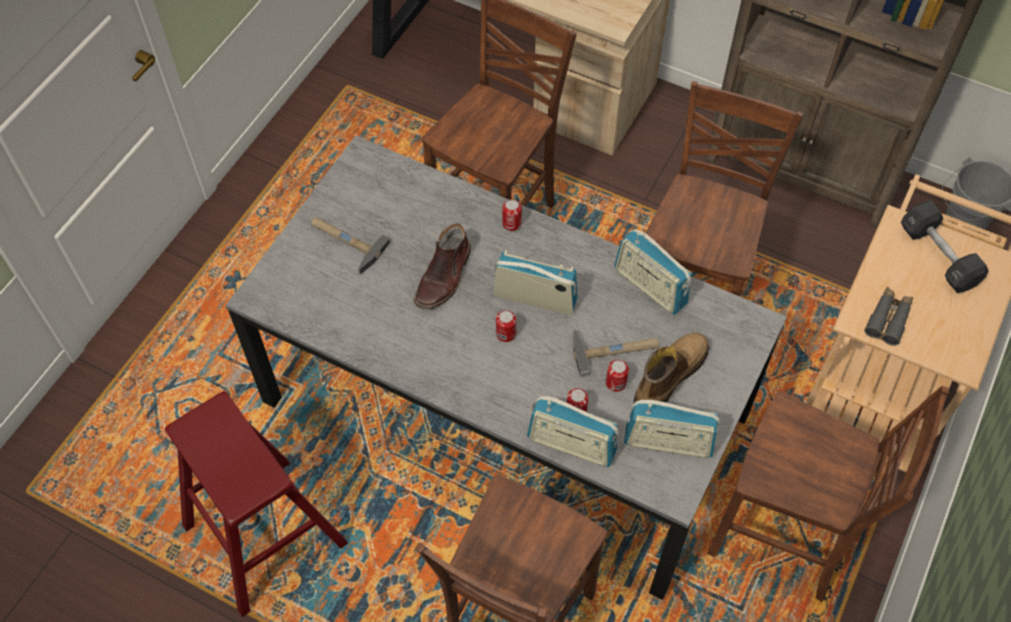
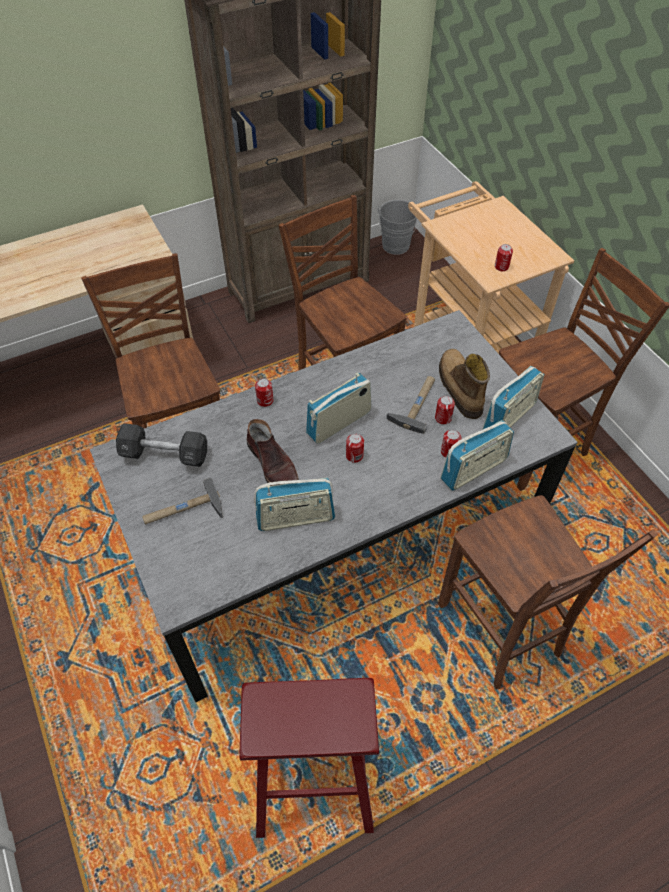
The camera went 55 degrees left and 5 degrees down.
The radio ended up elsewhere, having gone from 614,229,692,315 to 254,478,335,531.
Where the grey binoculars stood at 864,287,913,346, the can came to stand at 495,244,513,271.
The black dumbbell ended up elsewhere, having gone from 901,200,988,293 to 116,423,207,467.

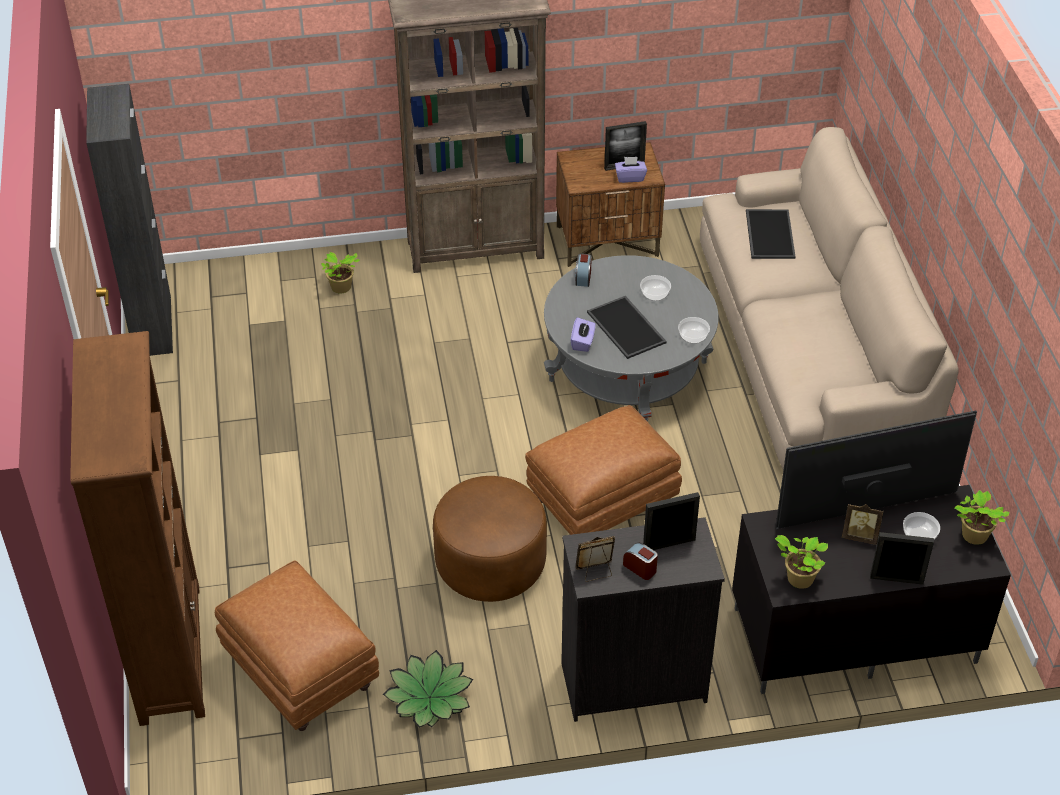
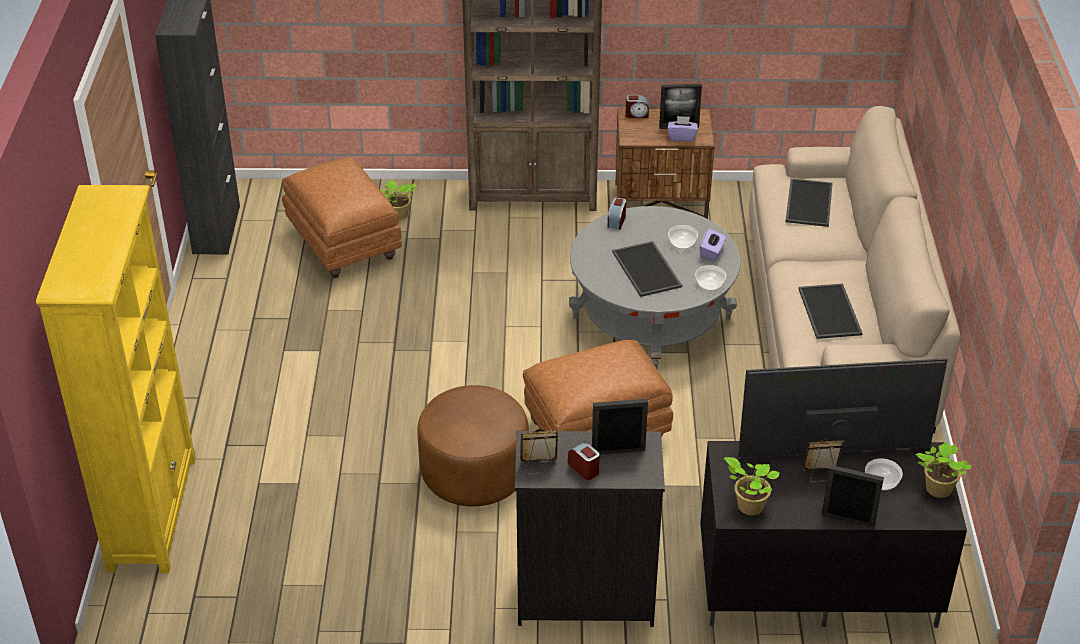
The camera went 10 degrees right and 5 degrees down.
What was the brown bookcase at 70,331,205,726 turned into the yellow bookcase at 36,185,196,573.
The brown ottoman ended up elsewhere, having gone from 215,561,379,731 to 282,157,402,278.
The second view lost the potted plant at 383,650,473,728.
The purple tissue box ended up elsewhere, having gone from 571,318,596,352 to 700,229,726,261.
The picture frame at 842,503,884,545 ended up facing another way, 150 degrees clockwise from before.
The second view gained the alarm clock at 626,95,649,118.
The second view gained the tray at 798,284,863,339.

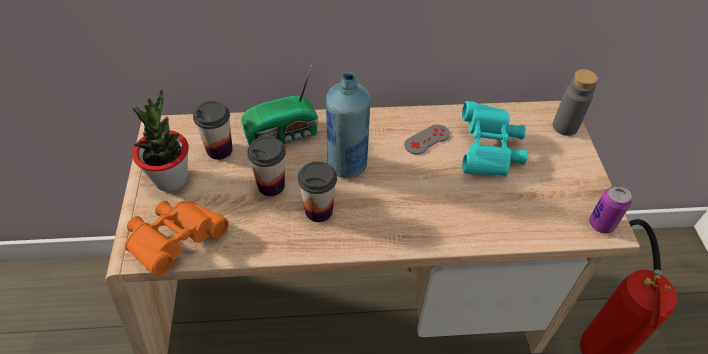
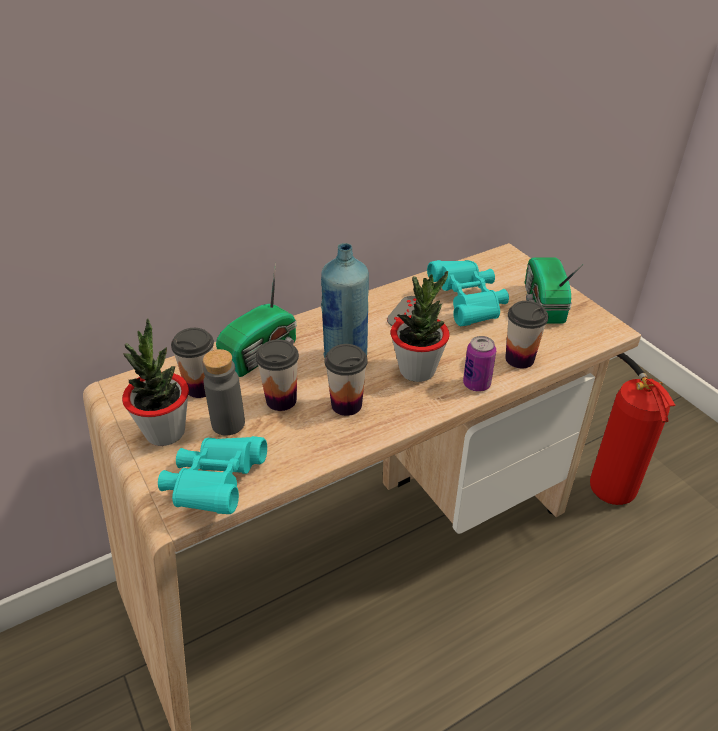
The camera went 25 degrees left and 10 degrees down.
What was the orange binoculars at 124,201,229,276 turned into the turquoise binoculars at 158,436,267,514.
The grey bottle ended up elsewhere, having gone from 553,69,598,136 to 203,349,245,436.
The can ended up elsewhere, having gone from 589,185,632,233 to 463,336,496,392.
The second view gained the potted plant at 391,271,450,382.
The second view gained the cup at 505,301,548,369.
The second view gained the radio at 525,257,583,324.

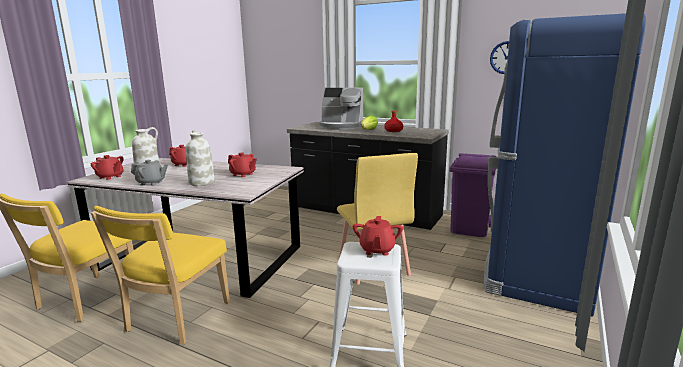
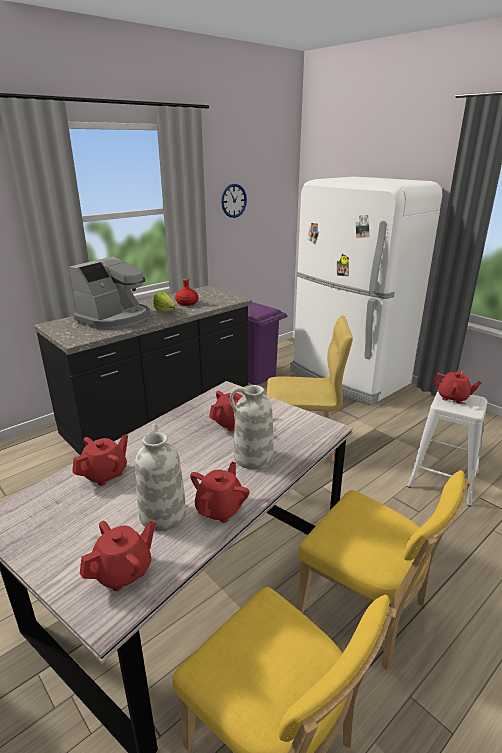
The camera went 70 degrees left and 10 degrees up.
What was the grey teapot at 131,160,168,186 turned into the red teapot at 190,462,250,523.
What was the blue fridge at 484,13,646,316 turned into the white fridge at 290,177,442,405.

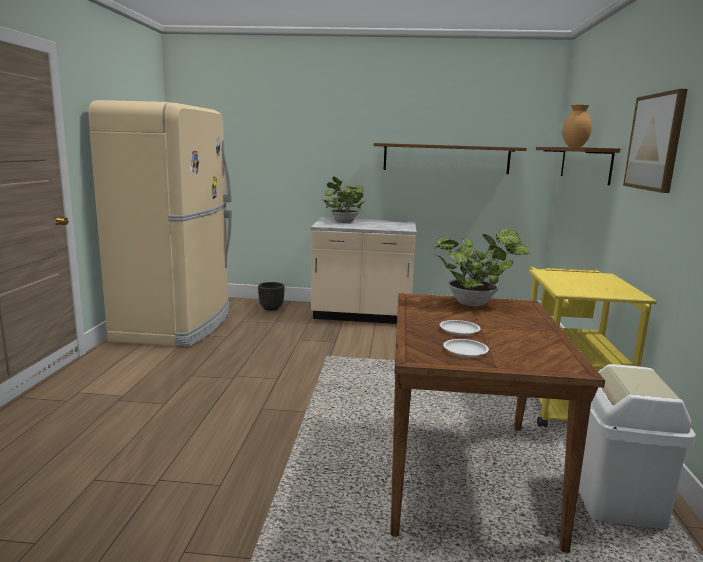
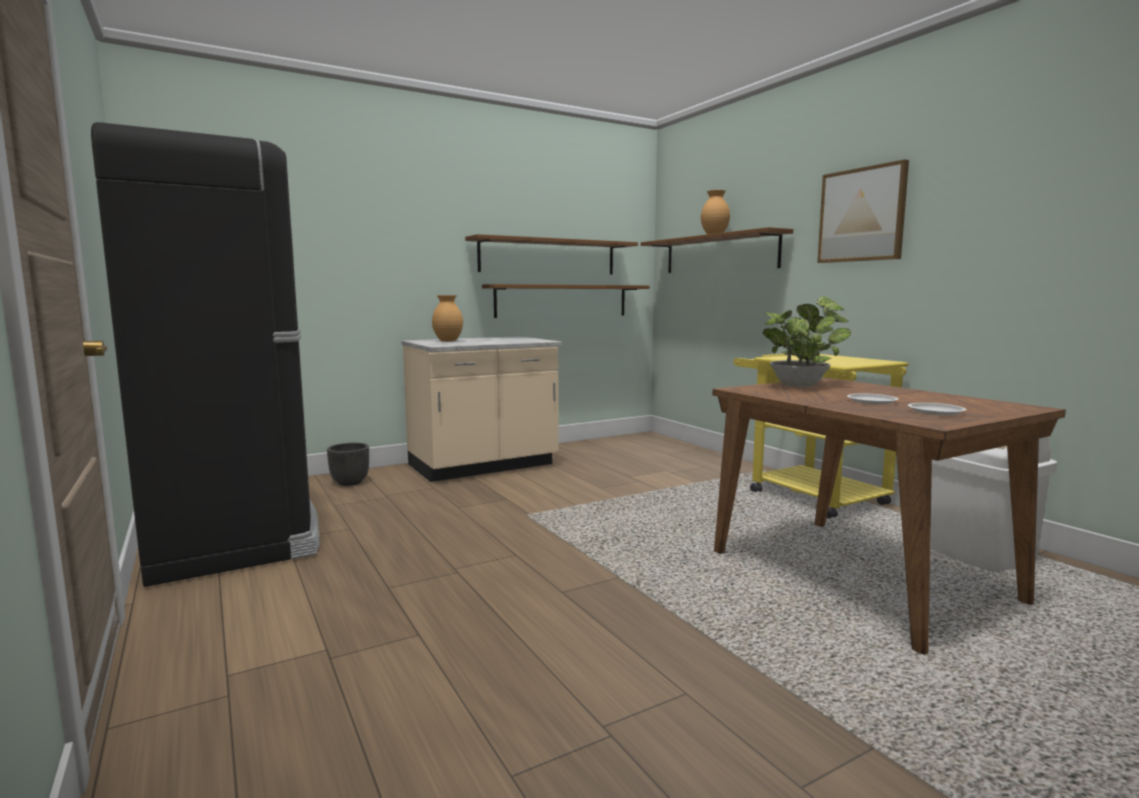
The camera went 35 degrees left and 5 degrees down.
What was the beige fridge at 88,100,232,347 turned into the black fridge at 91,122,319,587.
Where the potted plant stood at 322,177,365,223, the brown vase came to stand at 432,295,463,342.
The second view gained the brown shelf at 482,284,650,318.

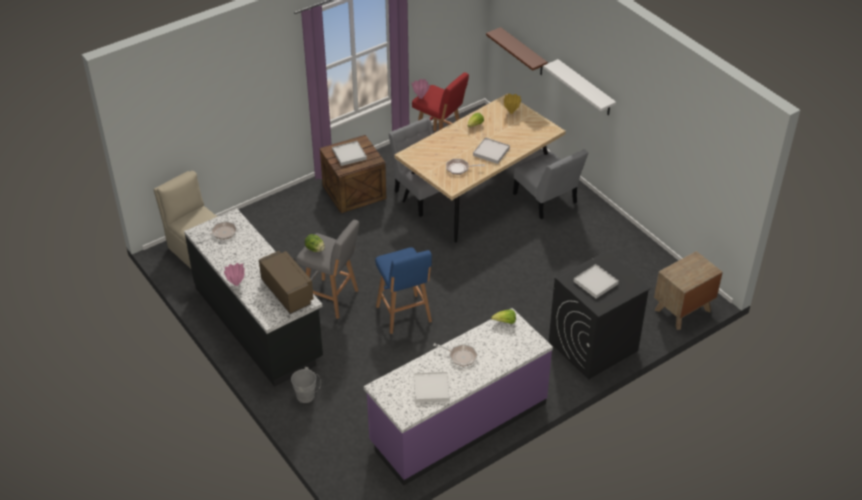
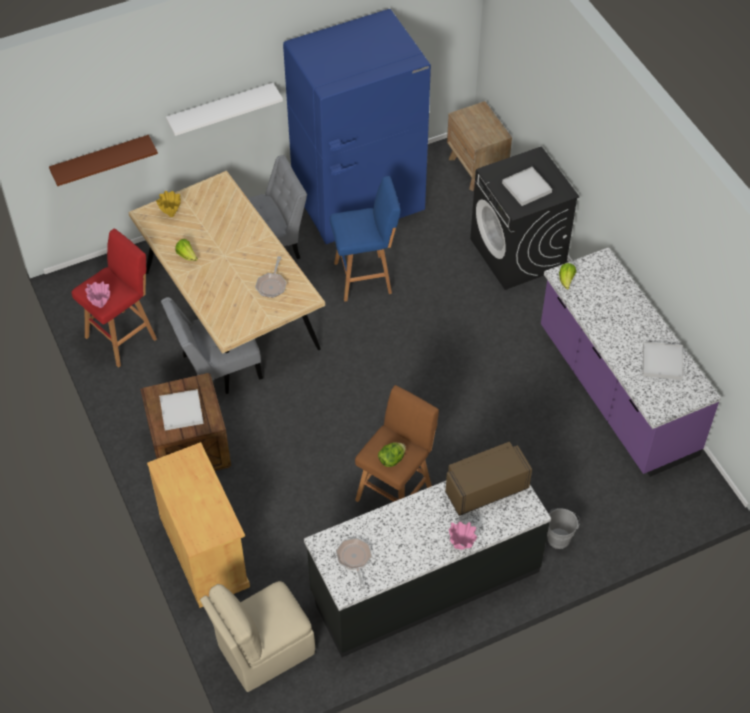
The camera went 80 degrees left and 10 degrees up.
What was the grey stool at 297,220,359,319 turned into the brown stool at 355,385,439,502.
The blue stool ended up elsewhere, having gone from 375,247,432,334 to 330,176,401,302.
The second view lost the frying pan at 433,343,478,367.
The second view lost the white tray at 473,137,510,164.
The second view gained the beige cabinet at 147,442,250,608.
The second view gained the blue fridge at 283,9,431,244.

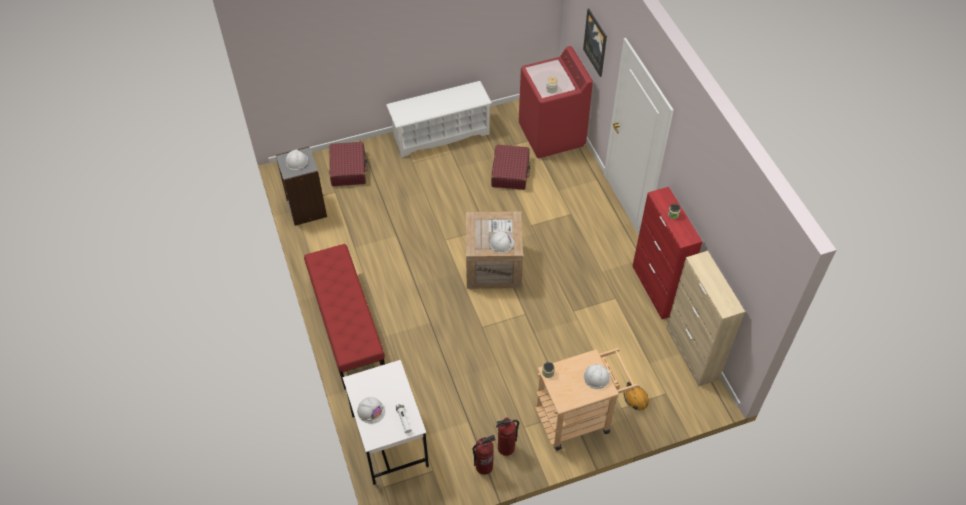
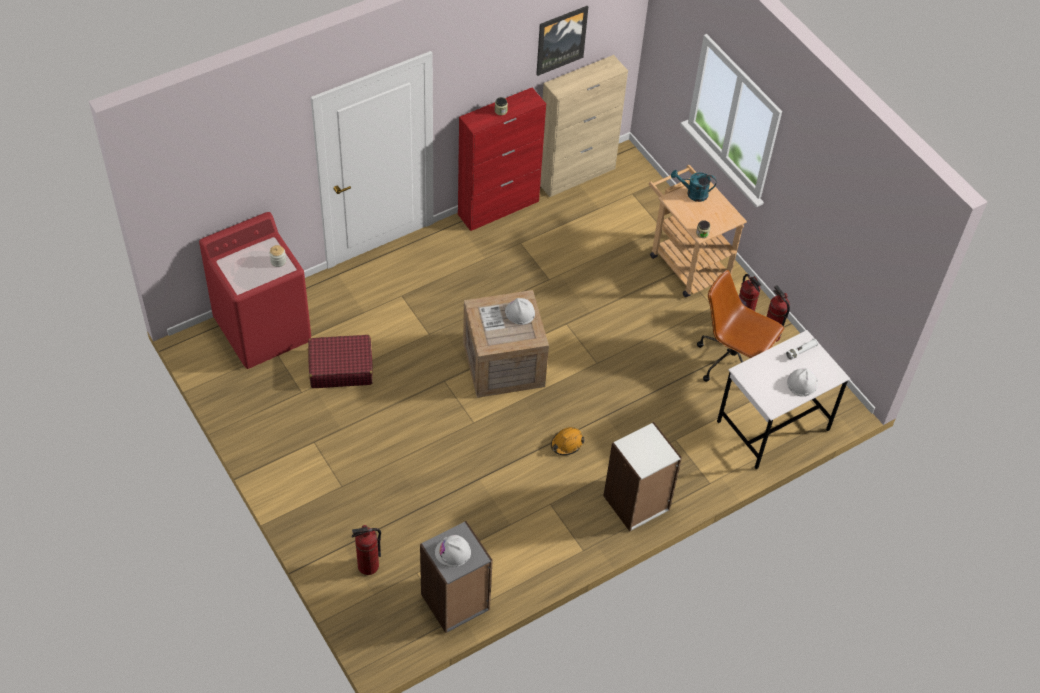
The camera went 105 degrees left and 0 degrees up.
Where the red bench stood at 304,244,385,390, the white bookcase came to stand at 603,422,682,531.
Where the red suitcase stood at 329,142,368,186, the fire extinguisher came to stand at 351,525,381,575.
The second view lost the white shoe rack at 386,81,492,158.
The picture ended up elsewhere, having gone from 583,9,607,77 to 536,6,588,76.
Where the white hard hat stood at 584,364,610,389, the turquoise watering can came to stand at 671,170,716,202.
The orange hard hat ended up elsewhere, having gone from 624,382,649,410 to 551,427,585,455.
The second view gained the brown office chair at 697,270,785,382.

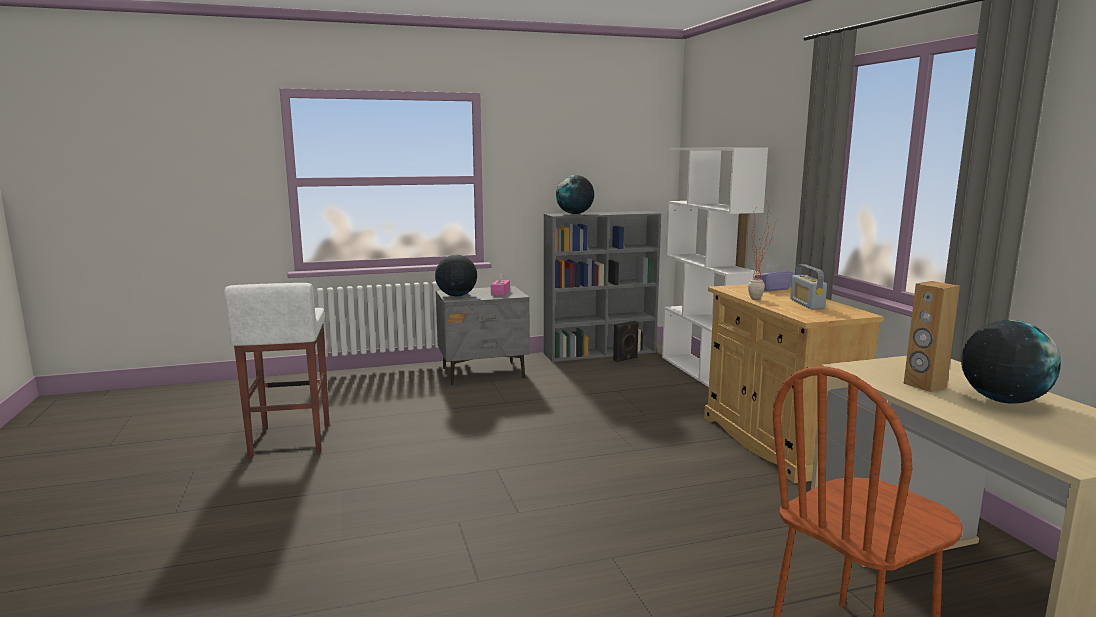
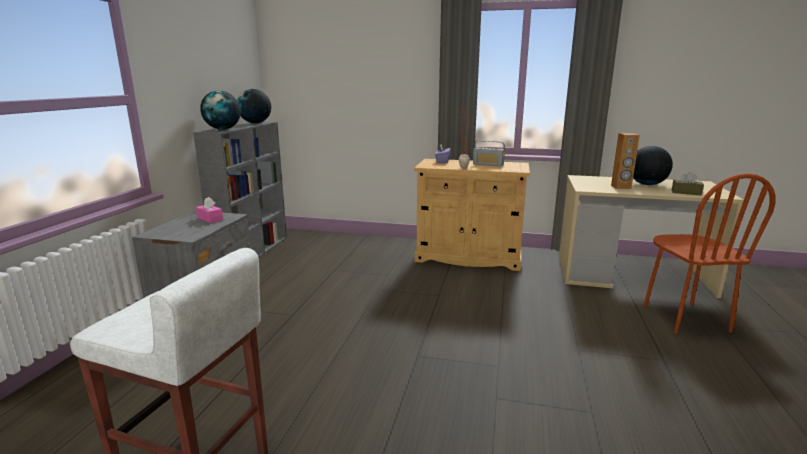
The camera went 60 degrees left and 5 degrees up.
The globe ended up elsewhere, having gone from 435,254,477,296 to 237,89,271,123.
The second view lost the black speaker at 613,321,639,362.
The second view lost the white bookcase at 662,148,768,387.
The second view gained the brown tissue box at 672,172,704,196.

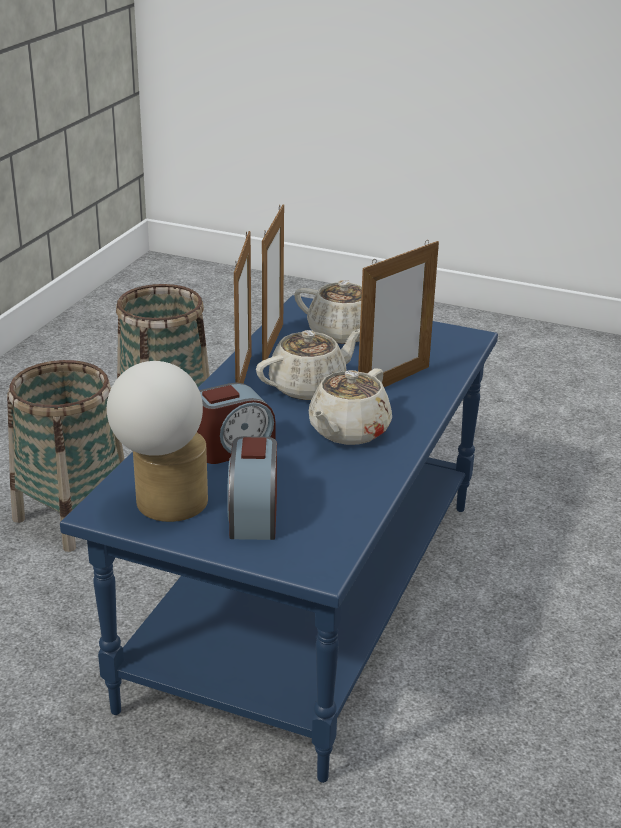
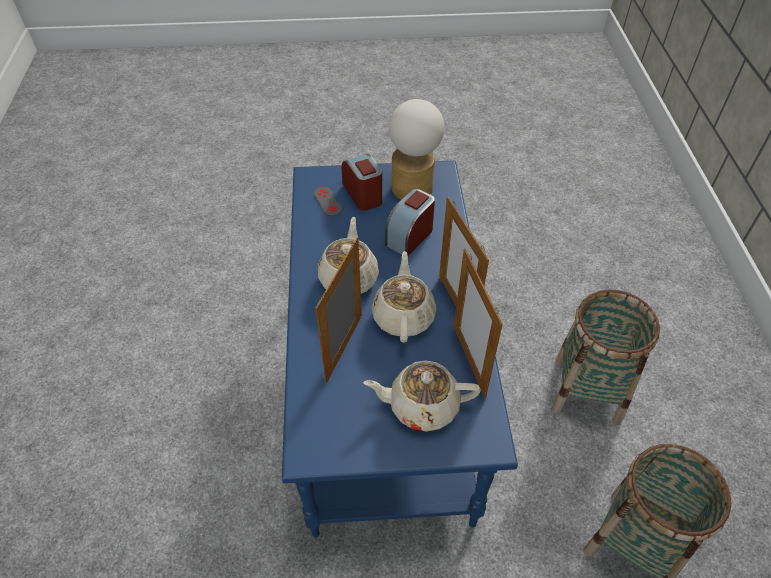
The camera went 155 degrees right and 20 degrees up.
The beige teapot at 256,329,360,400 ended up facing another way, 150 degrees clockwise from before.
The second view gained the grey game controller at 314,187,342,216.

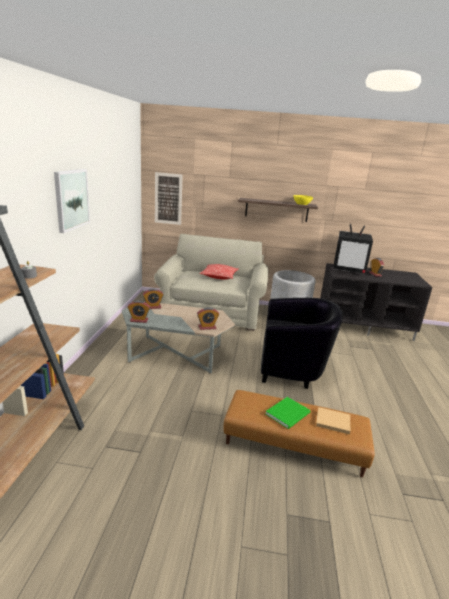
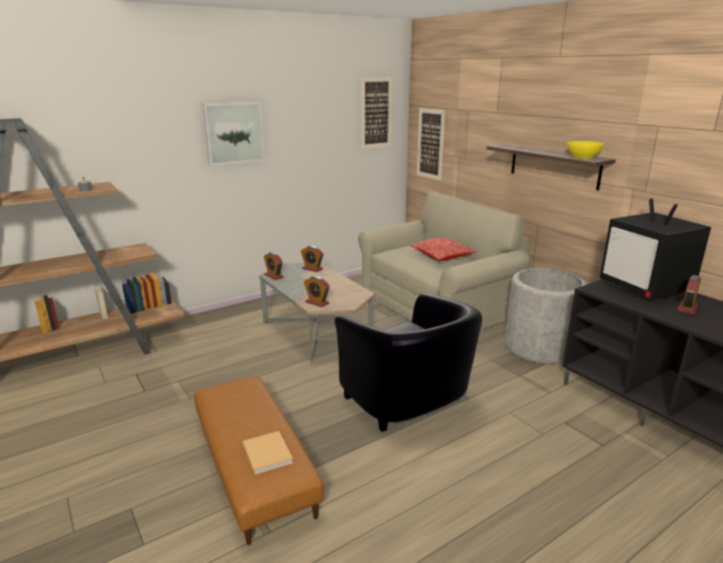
The camera went 50 degrees right and 0 degrees up.
The second view lost the green book at 266,397,310,429.
The second view gained the picture at 361,77,393,149.

